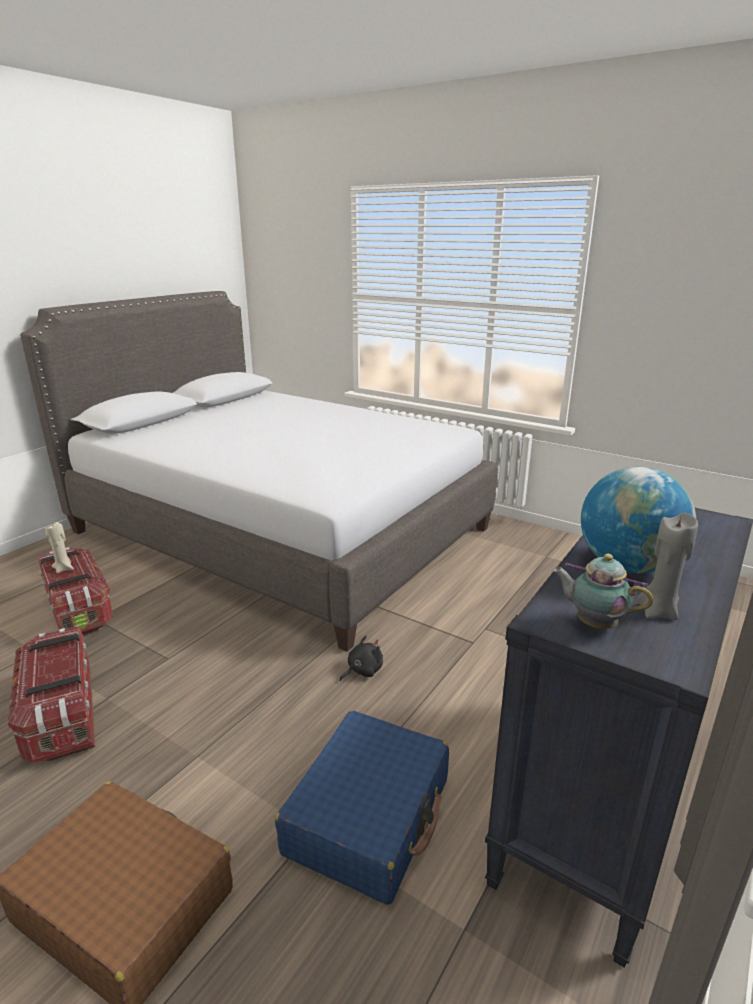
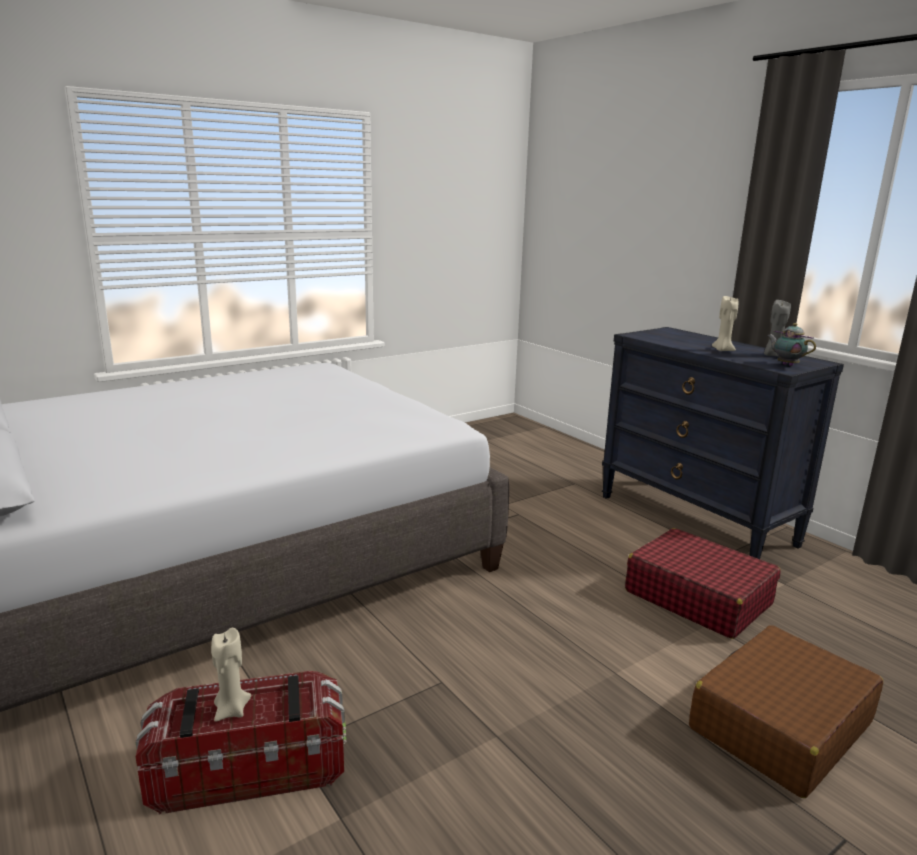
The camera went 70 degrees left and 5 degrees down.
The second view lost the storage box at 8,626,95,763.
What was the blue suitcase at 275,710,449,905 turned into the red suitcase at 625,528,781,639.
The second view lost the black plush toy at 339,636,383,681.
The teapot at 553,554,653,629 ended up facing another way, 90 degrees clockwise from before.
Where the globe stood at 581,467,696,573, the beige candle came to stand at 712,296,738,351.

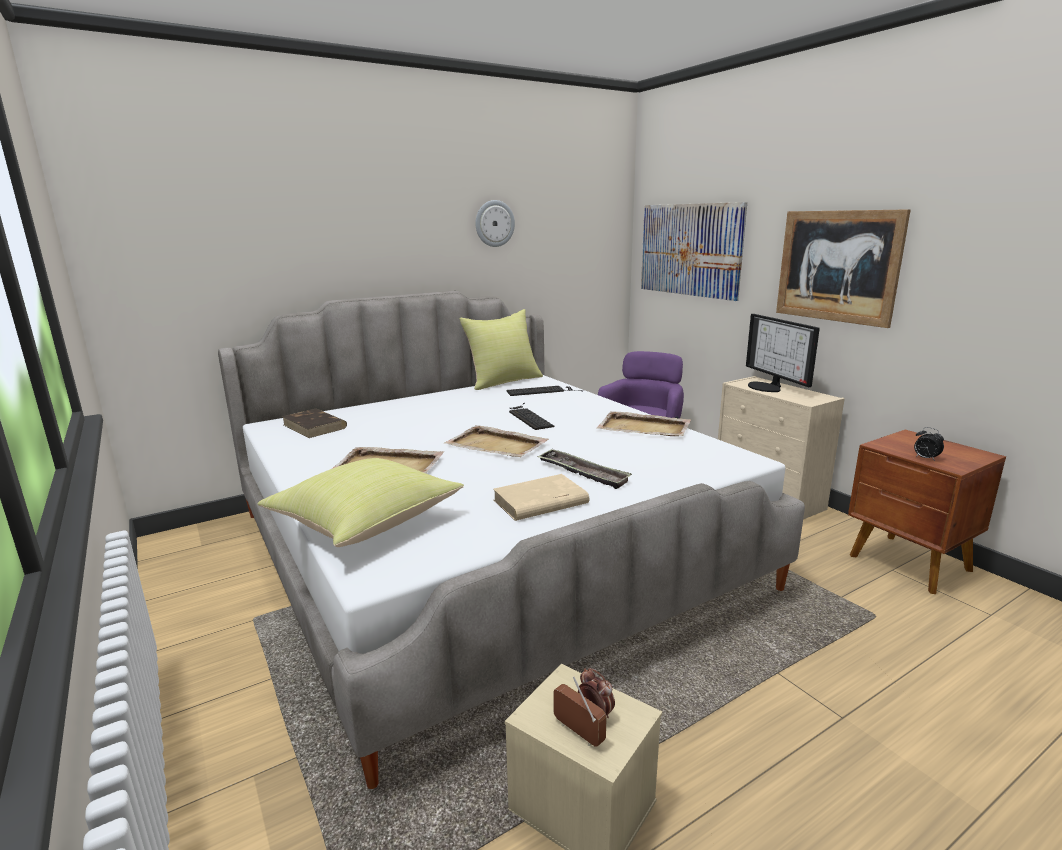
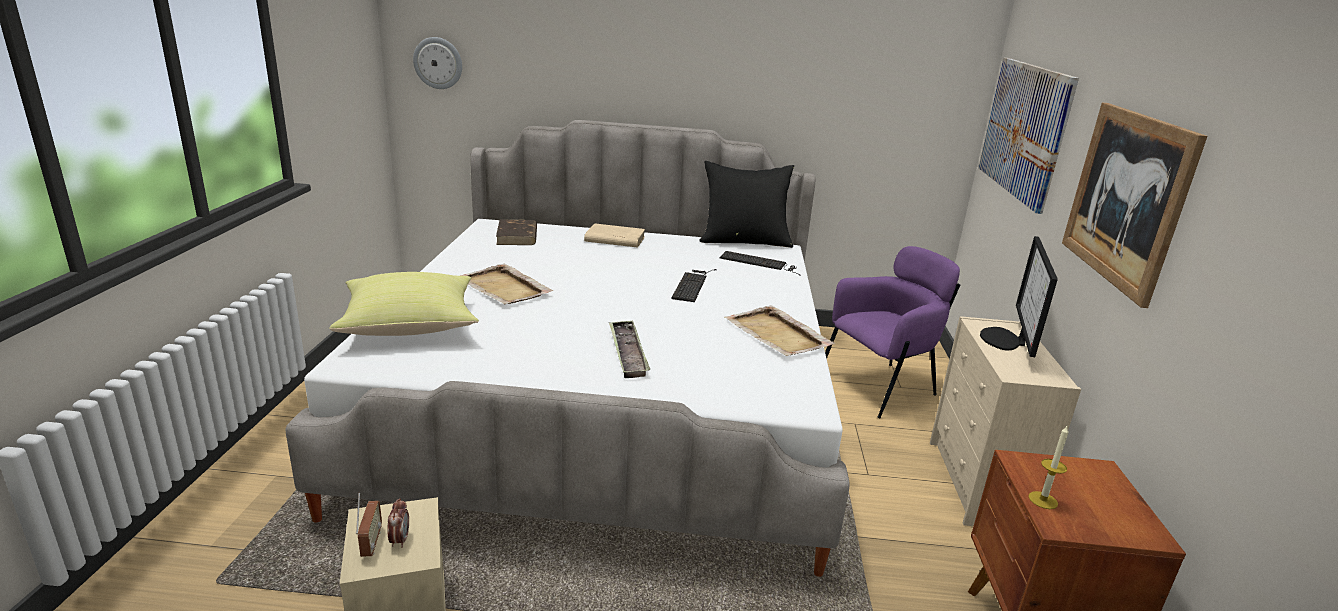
The camera went 35 degrees right and 5 degrees up.
The second view lost the beige tray at 444,425,549,457.
What was the yellow pillow at 459,309,543,390 turned into the black pillow at 699,161,794,248.
The wall clock ended up elsewhere, having gone from 475,200,515,247 to 413,37,462,89.
The beige book ended up elsewhere, having gone from 493,474,589,521 to 584,223,645,248.
Where the alarm clock stood at 914,427,944,461, the candle came to stand at 1028,426,1069,509.

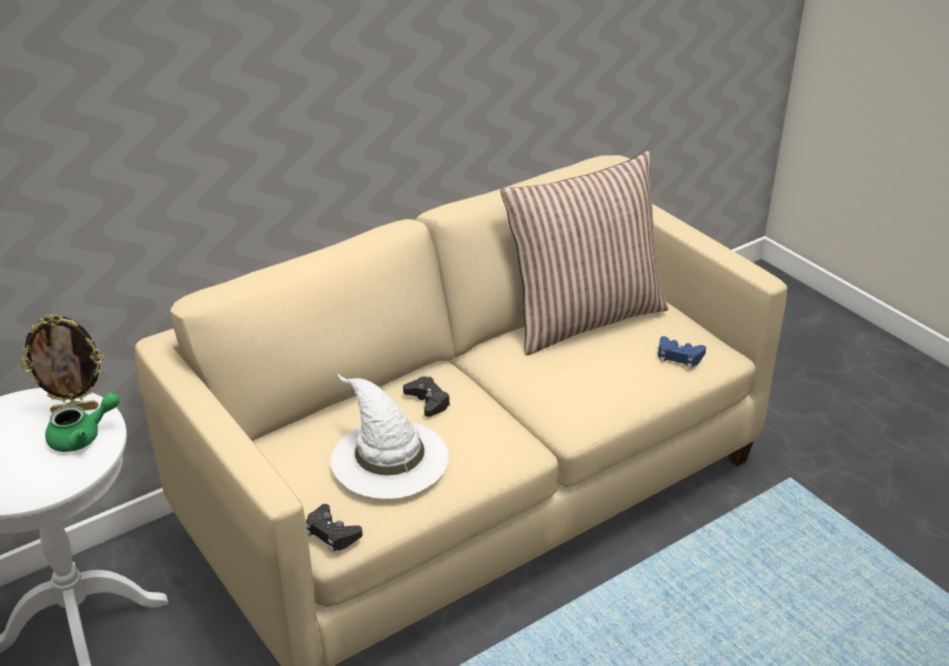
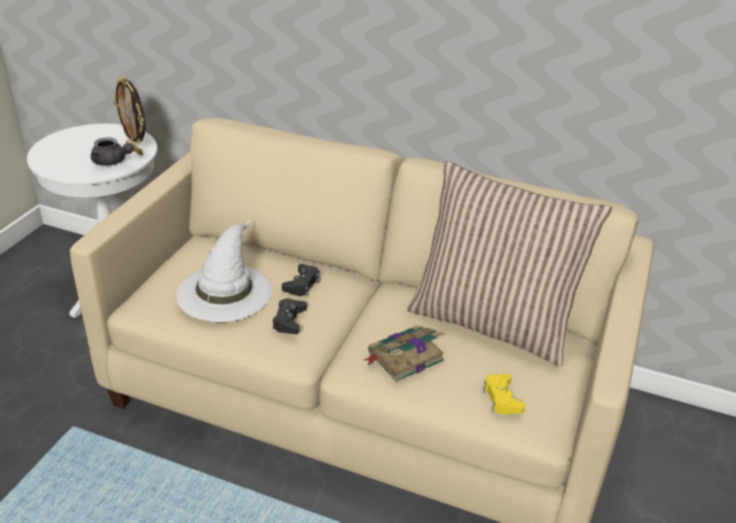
The camera went 55 degrees right and 0 degrees up.
What was the green teapot at 45,393,120,452 turned into the grey teapot at 91,137,134,166.
The black game controller ended up elsewhere, having gone from 306,504,363,553 to 272,298,307,334.
What was the blue game controller at 658,336,706,369 turned into the yellow game controller at 482,373,525,415.
The second view gained the book at 364,325,445,382.

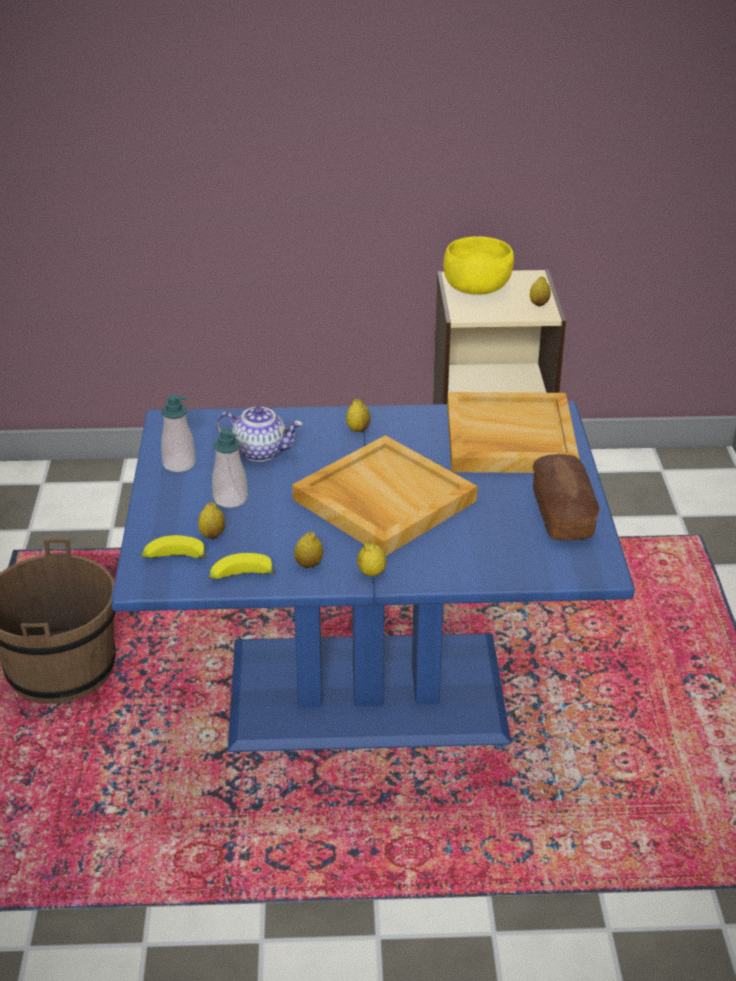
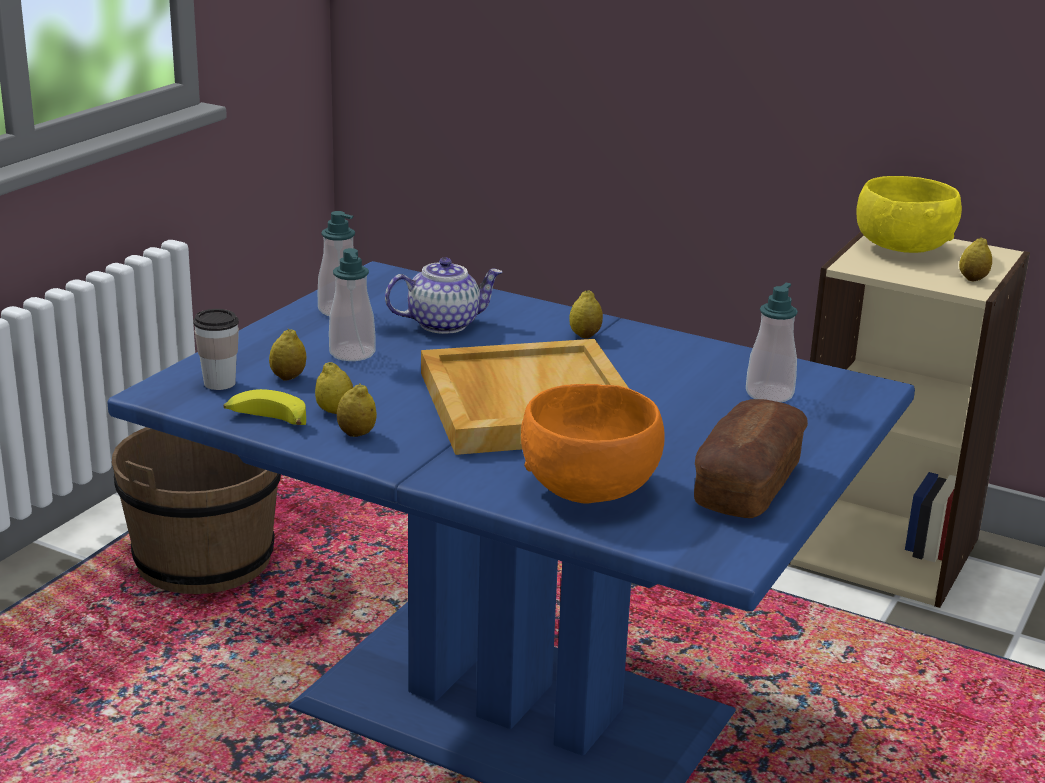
The camera went 30 degrees right and 10 degrees down.
Where the banana stood at 141,535,206,559, the cup came to stand at 193,309,239,390.
The teapot at 215,406,303,462 ended up facing another way, 60 degrees counterclockwise from before.
The lemon ended up elsewhere, having gone from 357,542,386,576 to 315,362,353,414.
Where the beige tray stood at 447,392,579,473, the soap dispenser came to stand at 746,283,798,402.
The second view gained the orange bowl at 521,384,665,504.

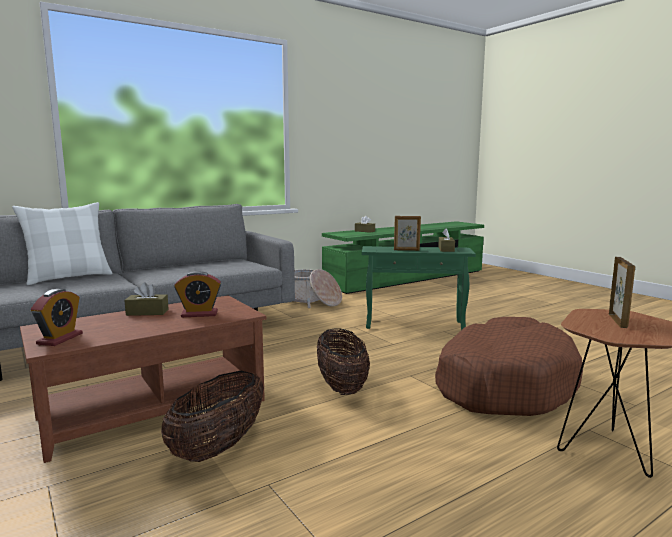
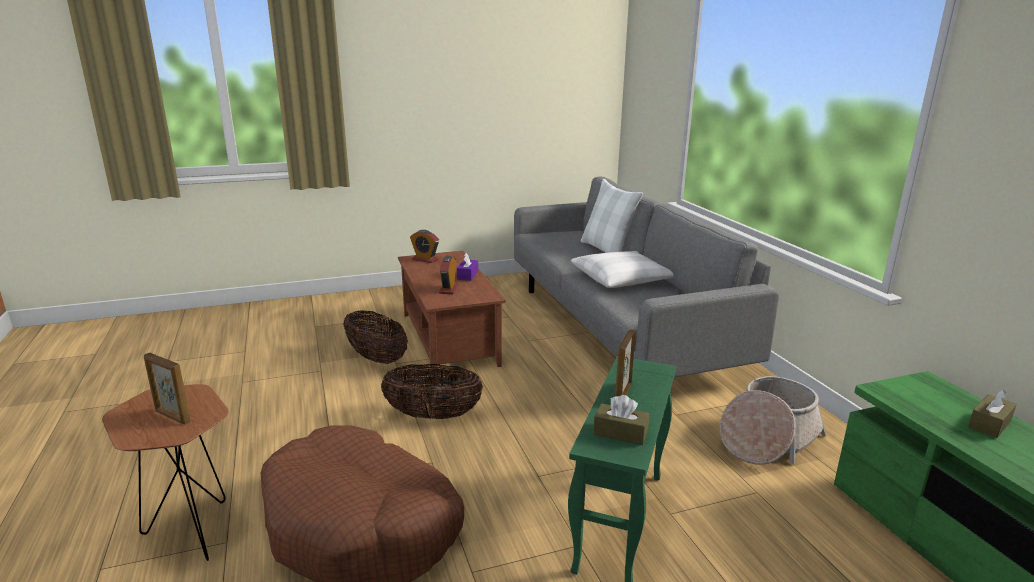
The camera went 105 degrees right and 10 degrees up.
What was the brown tissue box at 124,282,168,316 turned into the purple tissue box at 457,253,478,281.
The second view gained the white pillow at 571,251,674,288.

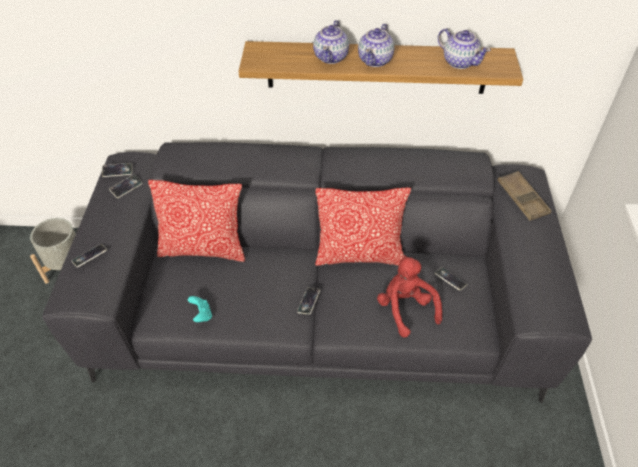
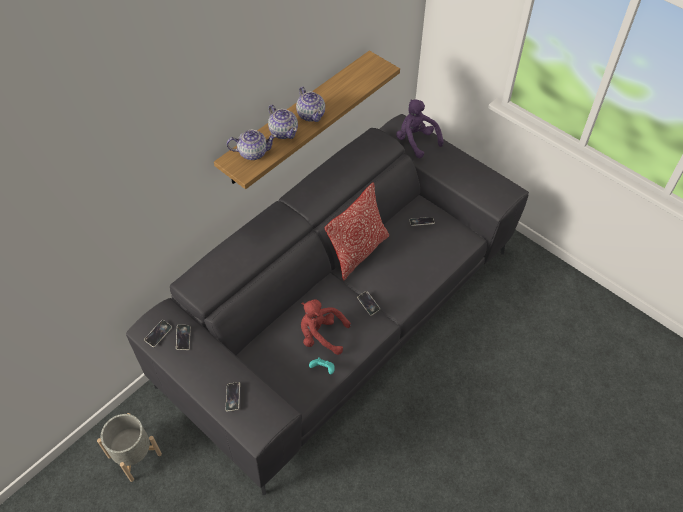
The camera went 50 degrees left and 5 degrees up.
The second view lost the pillow at 148,180,245,262.
The red plush toy ended up elsewhere, having gone from 377,255,442,338 to 301,299,351,355.
The teapot ended up elsewhere, having gone from 438,28,491,69 to 227,130,276,160.
Where the brown tray stood at 498,171,551,221, the purple plush toy came to stand at 396,99,444,158.

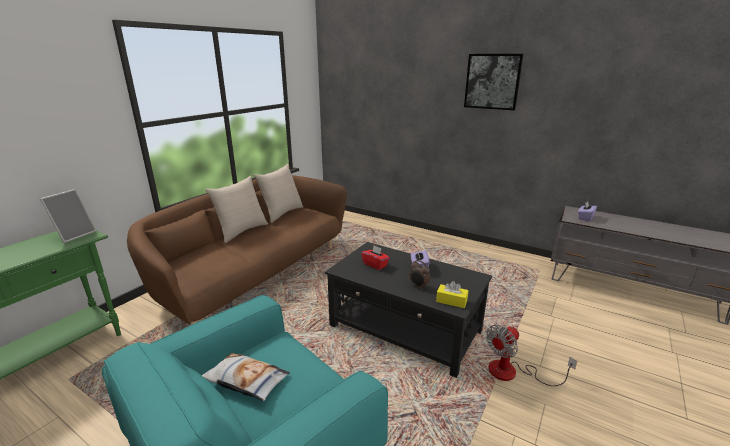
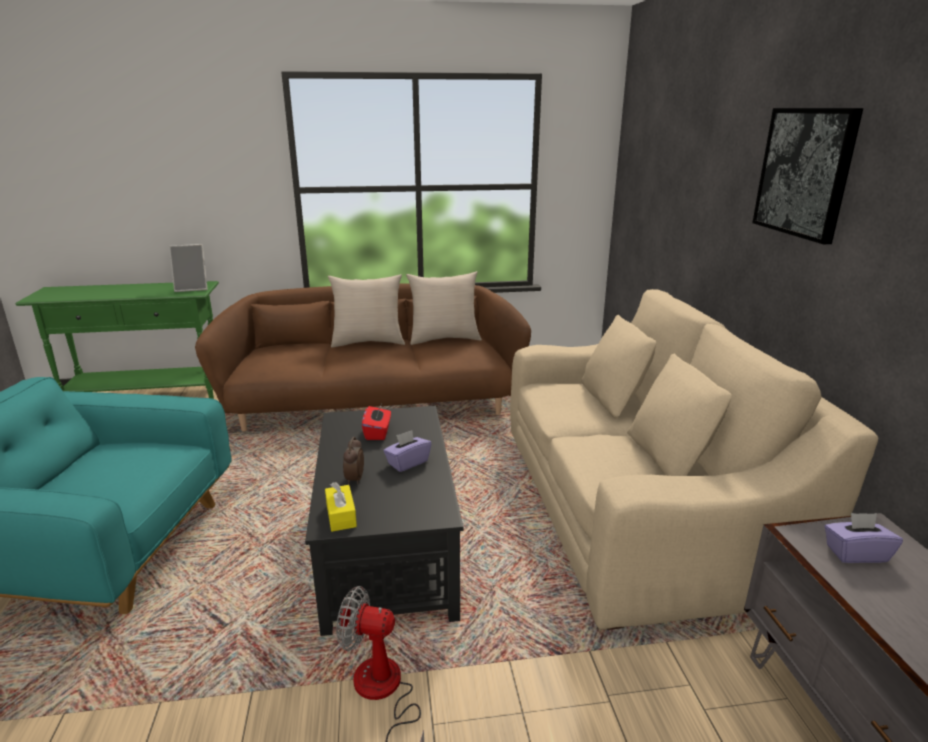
The camera went 50 degrees right and 0 degrees up.
The second view lost the pillow at 202,353,290,401.
The second view gained the beige sofa at 510,289,878,630.

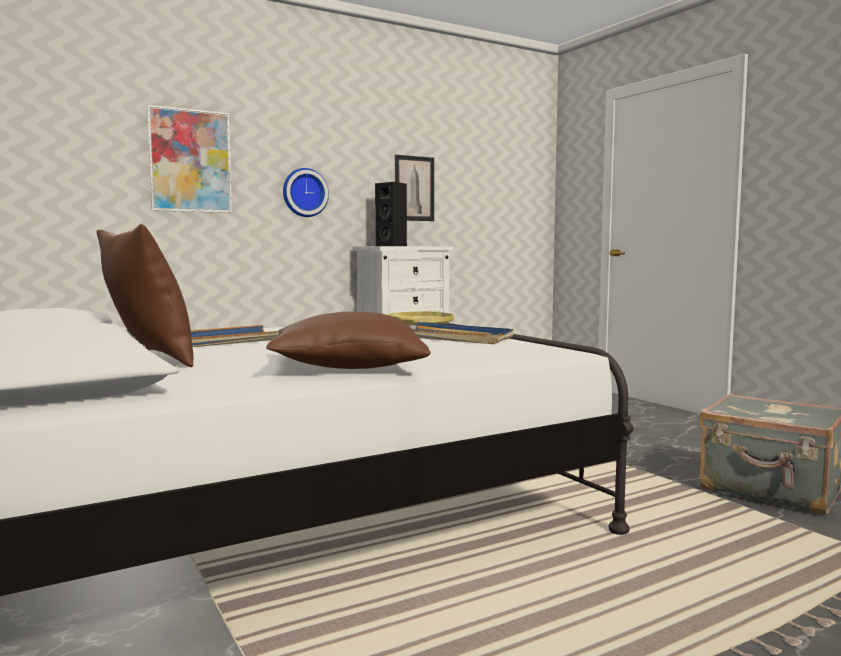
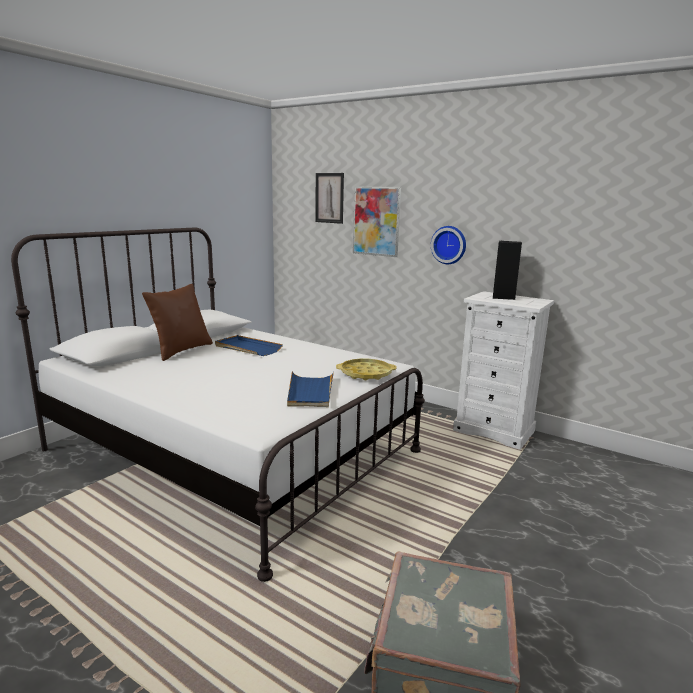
The camera went 65 degrees right and 10 degrees up.
The second view lost the brown pillow at 266,312,431,369.
The picture ended up elsewhere, having gone from 395,155,434,221 to 315,173,344,224.

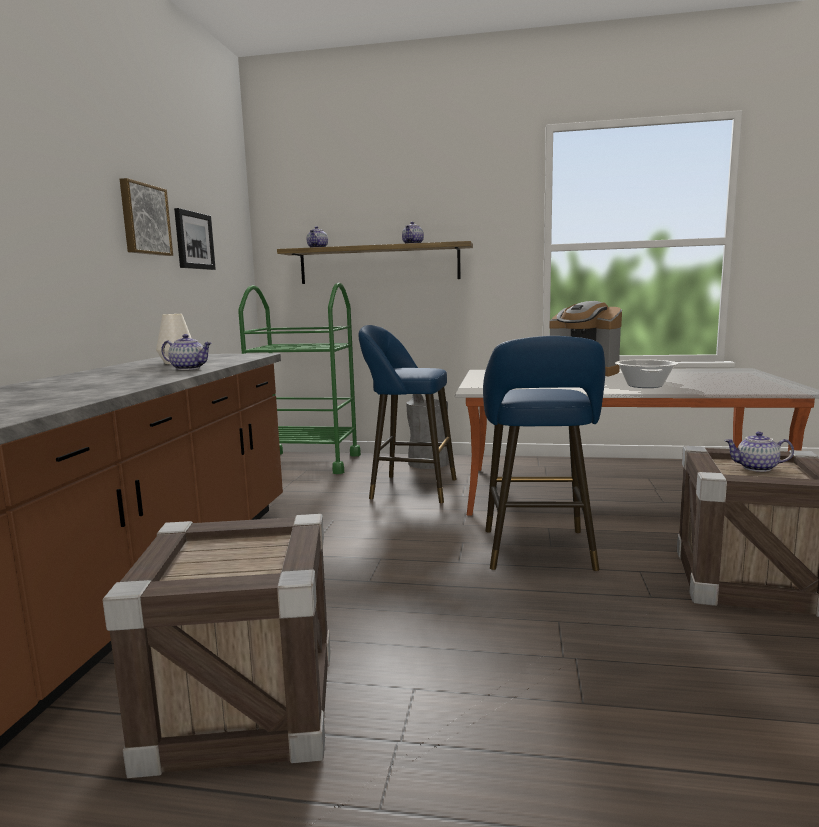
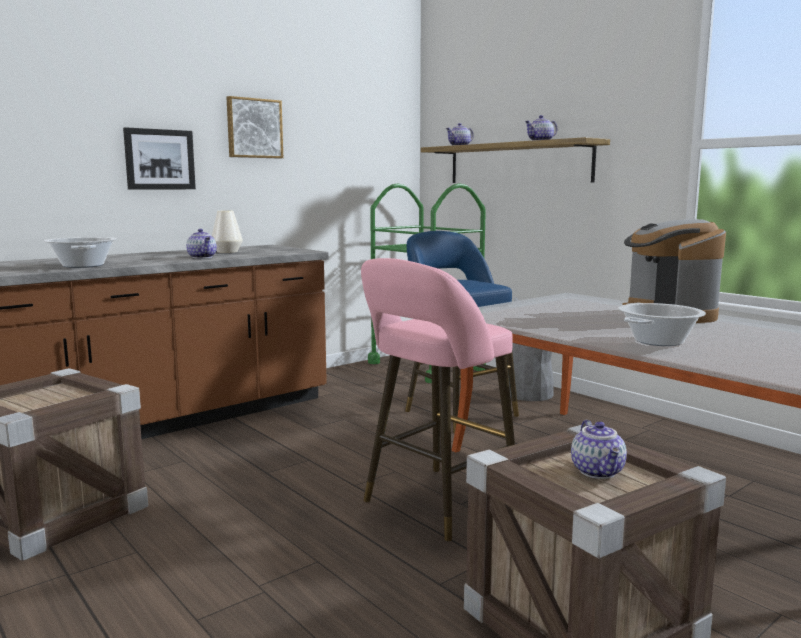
The camera went 40 degrees right and 0 degrees up.
The picture ended up elsewhere, having gone from 174,208,216,270 to 123,127,196,190.
What was the blue stool at 483,336,605,571 turned into the pink stool at 361,258,515,541.
The teapot at 724,432,794,472 ended up facing another way, 150 degrees counterclockwise from before.
The second view gained the cooking pot at 43,237,117,268.

